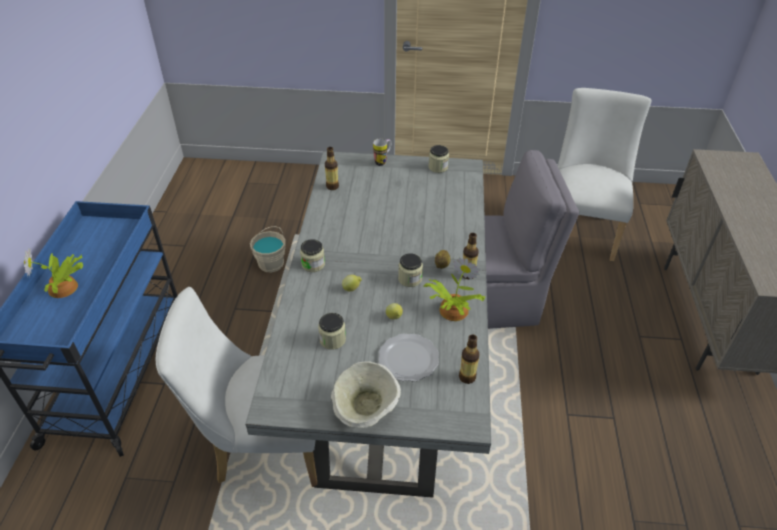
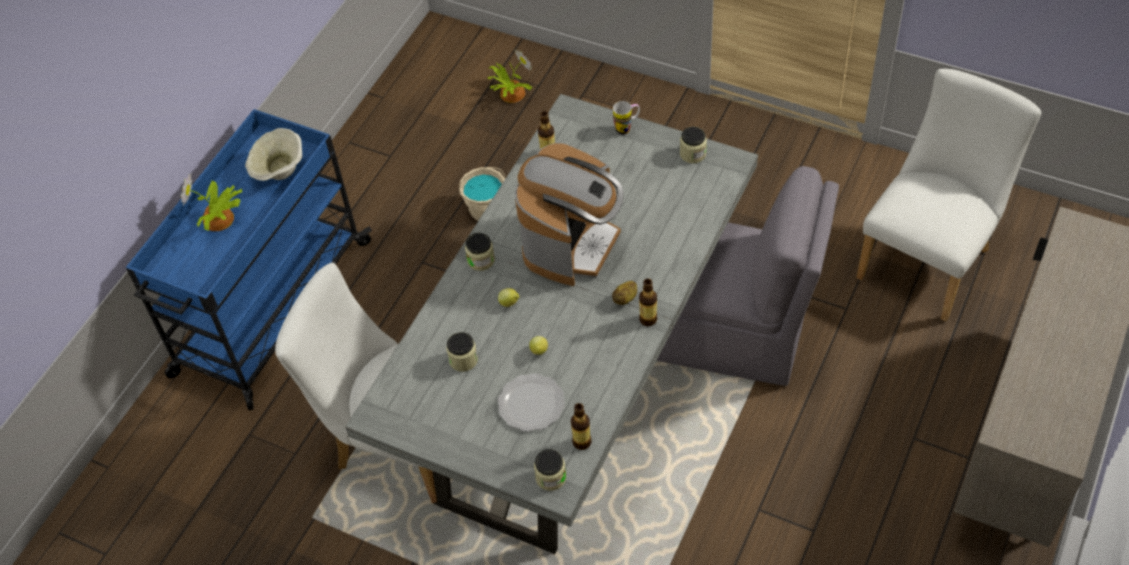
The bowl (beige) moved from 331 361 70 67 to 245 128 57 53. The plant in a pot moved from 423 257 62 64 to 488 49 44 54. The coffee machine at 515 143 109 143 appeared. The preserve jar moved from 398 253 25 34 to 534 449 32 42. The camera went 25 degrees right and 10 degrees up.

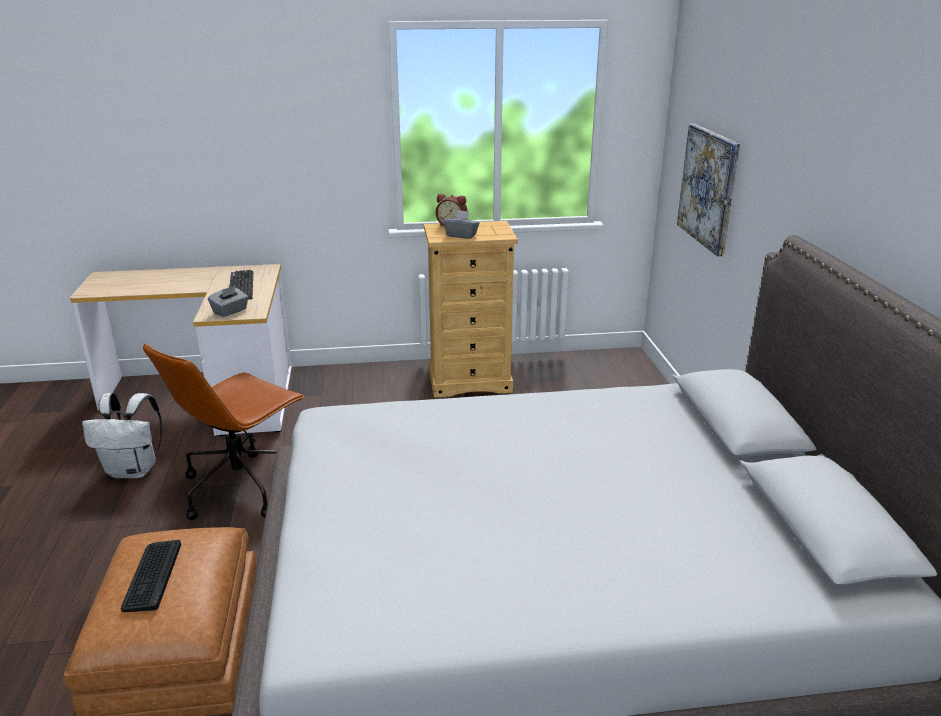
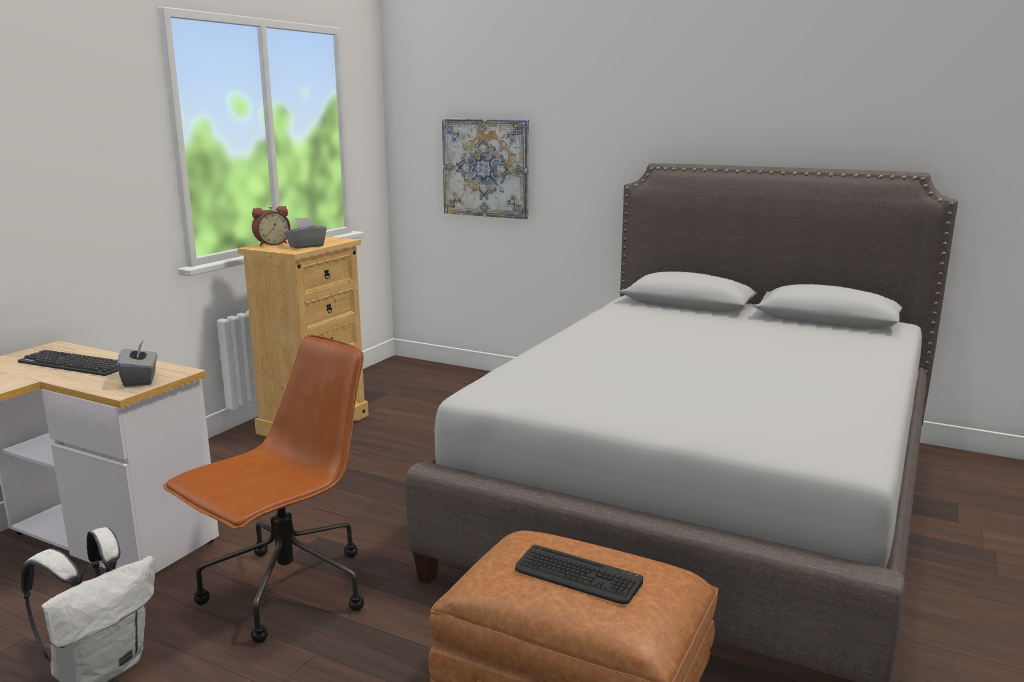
The office chair (brown) at 143 344 162 176 turned 120 degrees counterclockwise. The camera went 55 degrees left and 10 degrees down.

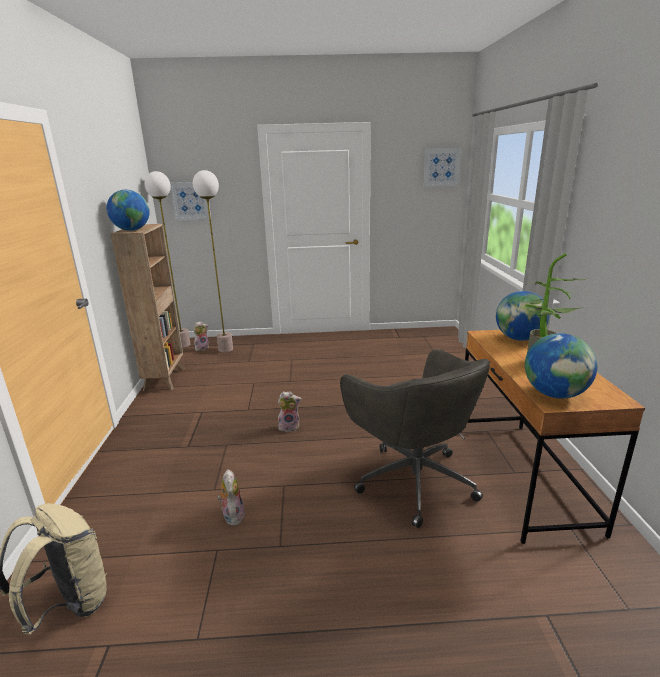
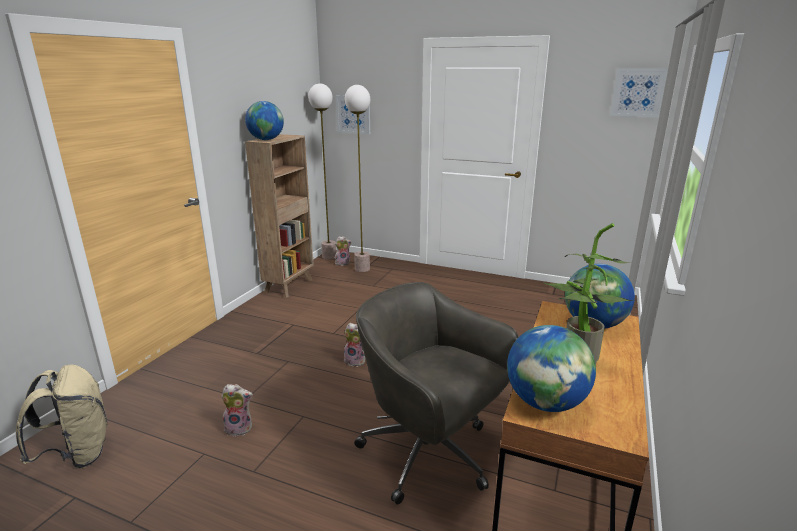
The plush toy at 217 469 28 57 turned 75 degrees clockwise. The office chair (gray) at 340 350 151 178 turned 135 degrees clockwise. The camera went 25 degrees right and 0 degrees up.

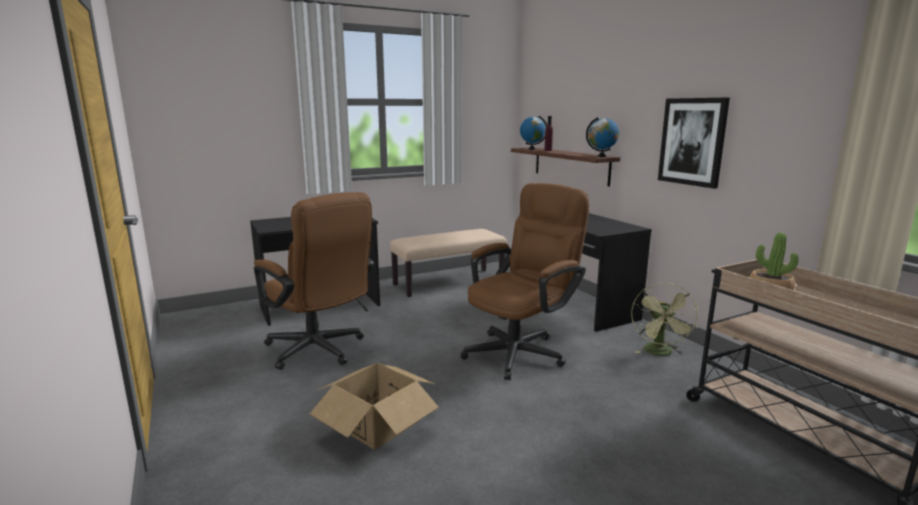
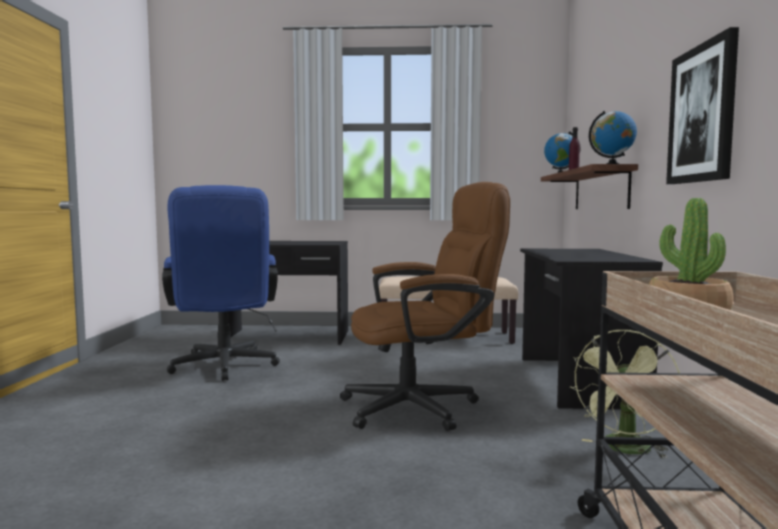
The office chair (brown) at 254 192 120 178 became the office chair (bluish) at 162 185 118 196. The packing box at 309 363 130 87 disappeared. The camera went 30 degrees right and 10 degrees down.

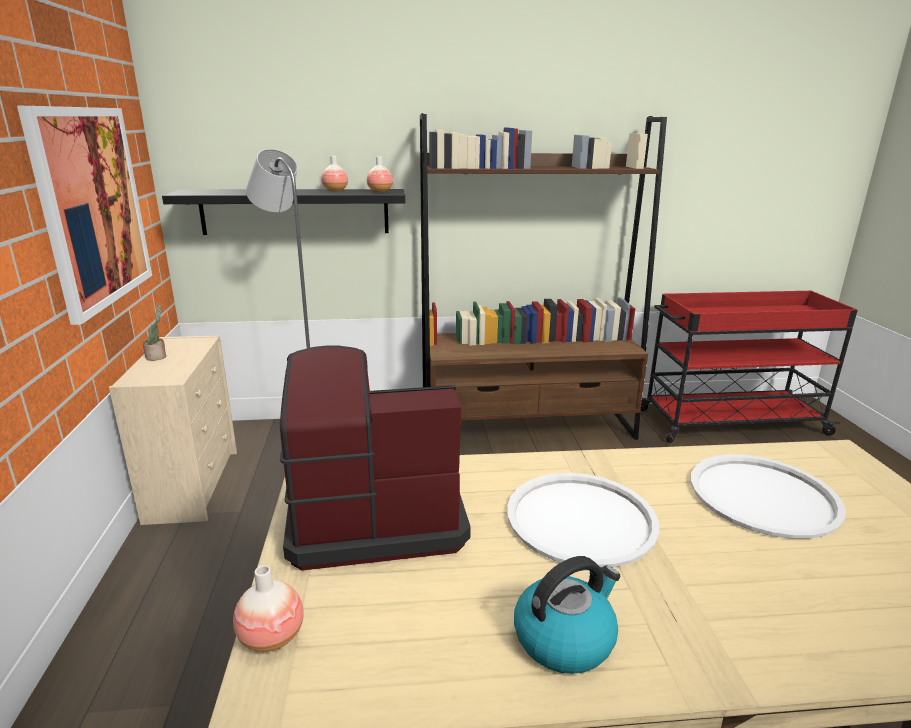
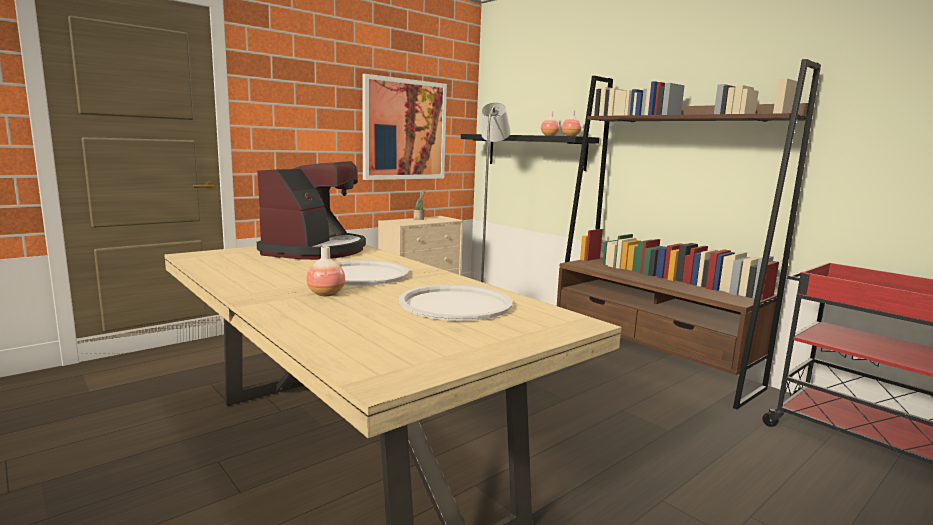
The coffee machine at 280 345 191 226 turned 60 degrees clockwise. The decorative vase moved from 233 565 71 87 to 306 246 39 50. The kettle at 514 556 106 118 disappeared. The camera went 55 degrees right and 10 degrees down.

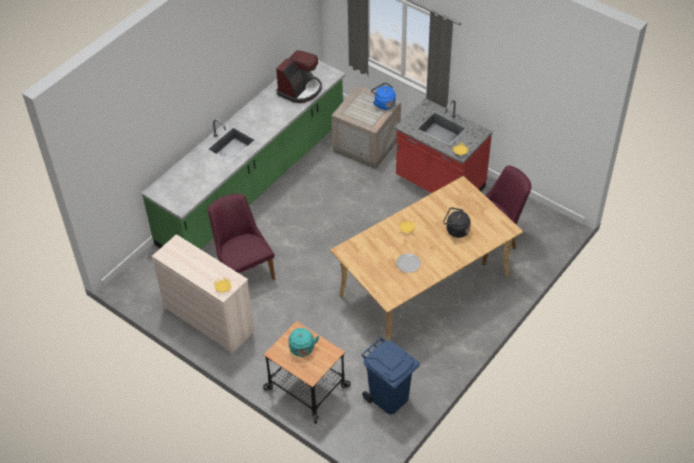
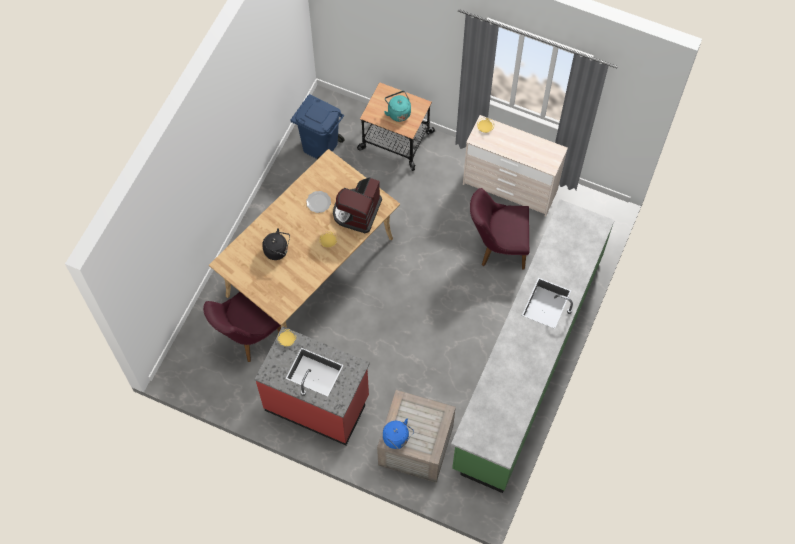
The coffee machine moved from 276 50 46 53 to 333 177 49 56. The plain chair (purple-coloured) at 208 194 67 86 turned 135 degrees clockwise. The camera went 165 degrees right and 15 degrees up.

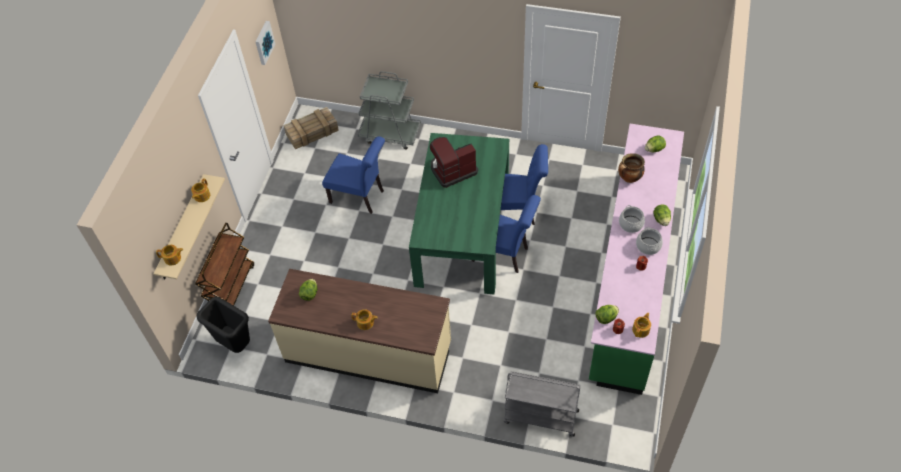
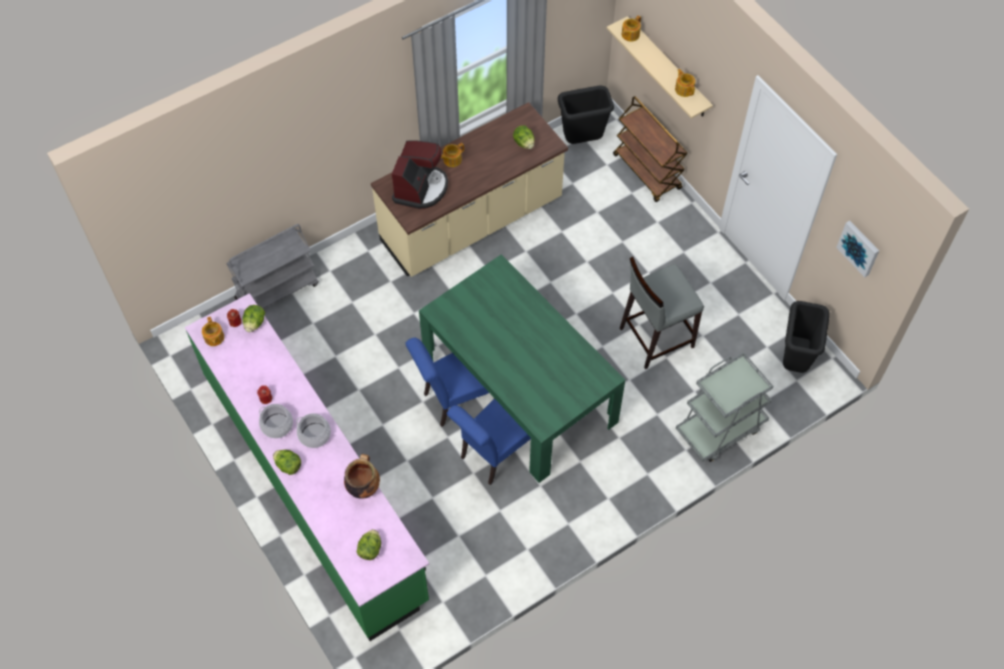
The coffee machine moved from 430 137 48 51 to 392 140 56 69. The plain chair (bluish) at 322 136 63 78 was replaced by the sitting stool (gray) at 620 257 84 112. The packing crate at 284 107 55 42 was replaced by the rubbish bin (black) at 783 301 47 72. The camera went 130 degrees right and 5 degrees up.

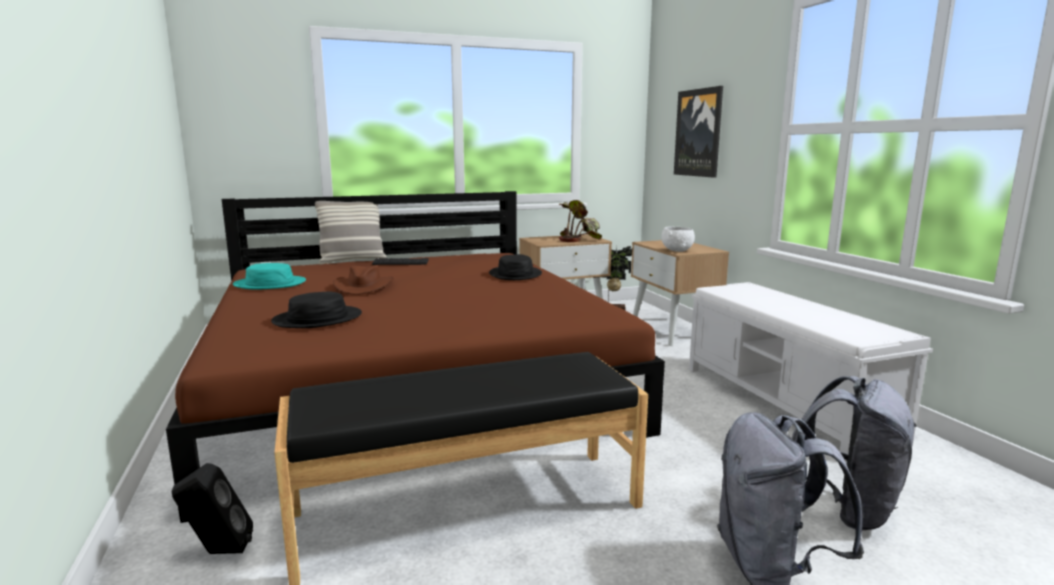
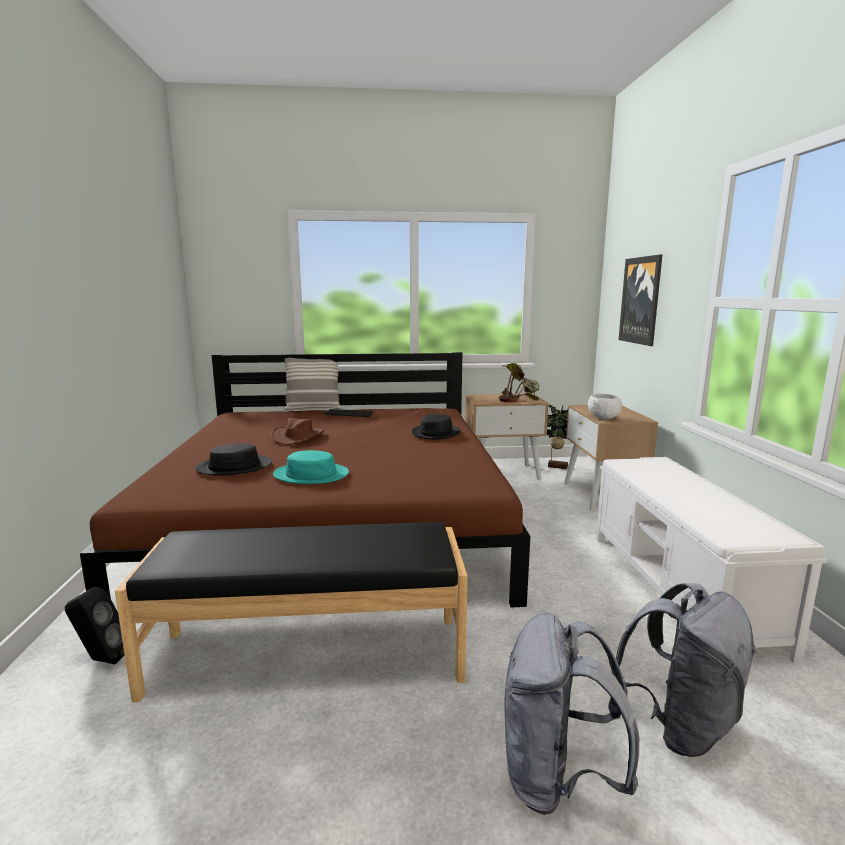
The wearable hat (turquoise) moved from 233 263 73 27 to 273 450 76 34. The camera went 15 degrees right and 0 degrees up.

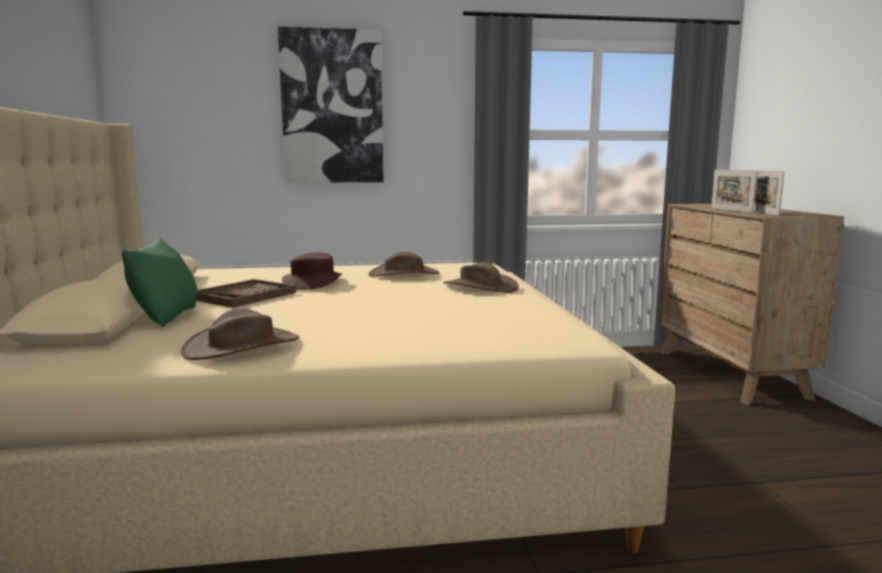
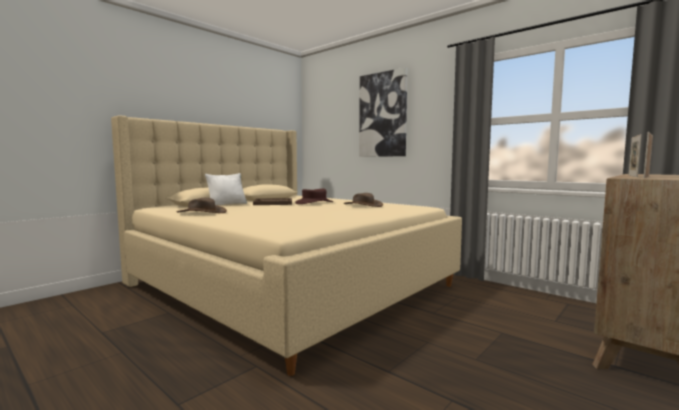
The cushion (green) at 122 237 75 90 became the cushion (whitish) at 205 173 42 32. The wearable hat (brown) at 443 262 76 31 disappeared. The camera went 50 degrees right and 5 degrees down.

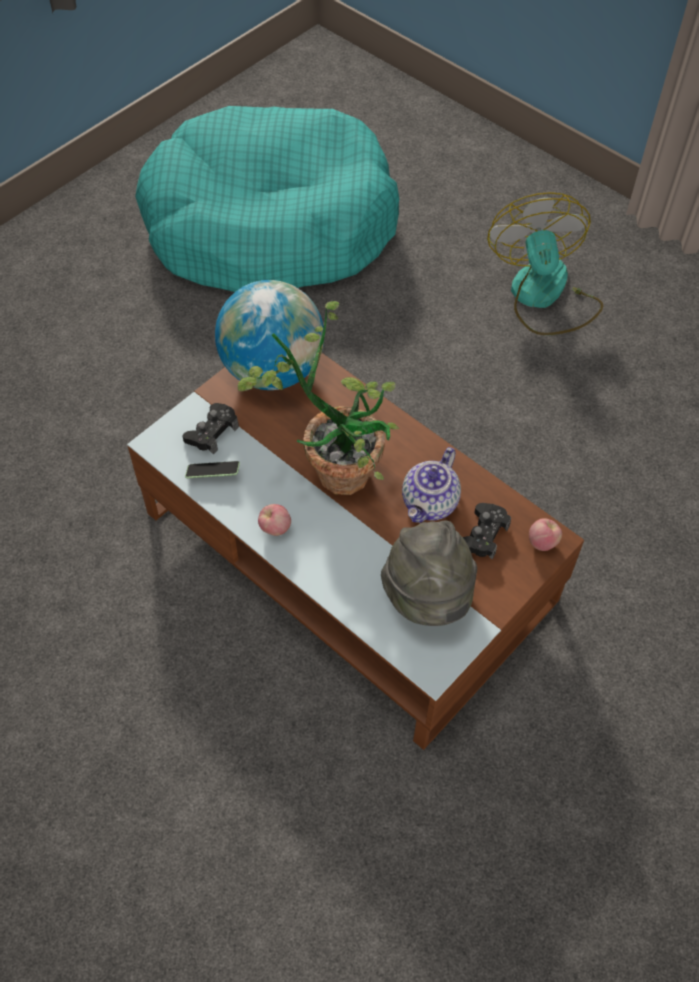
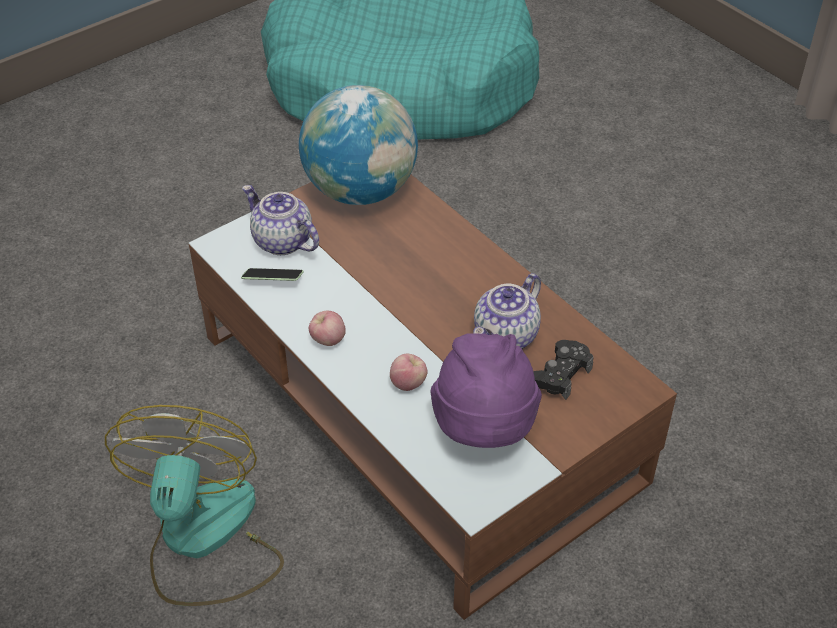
The cooling fan moved from 487 192 116 143 to 105 405 179 201. The joypad (black) at 183 403 56 52 was replaced by the pot for tea at 242 185 77 70. The whole apple moved from 529 518 33 33 to 390 354 38 37. The wearable hat (gray) at 381 520 96 106 became the wearable hat (purple-coloured) at 430 333 112 115. The plant in a pot at 238 301 161 194 disappeared. The camera went 10 degrees right and 10 degrees down.

